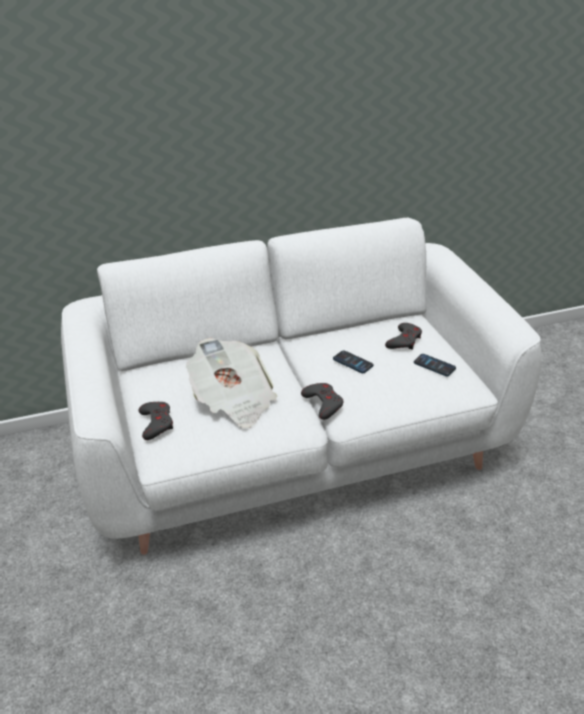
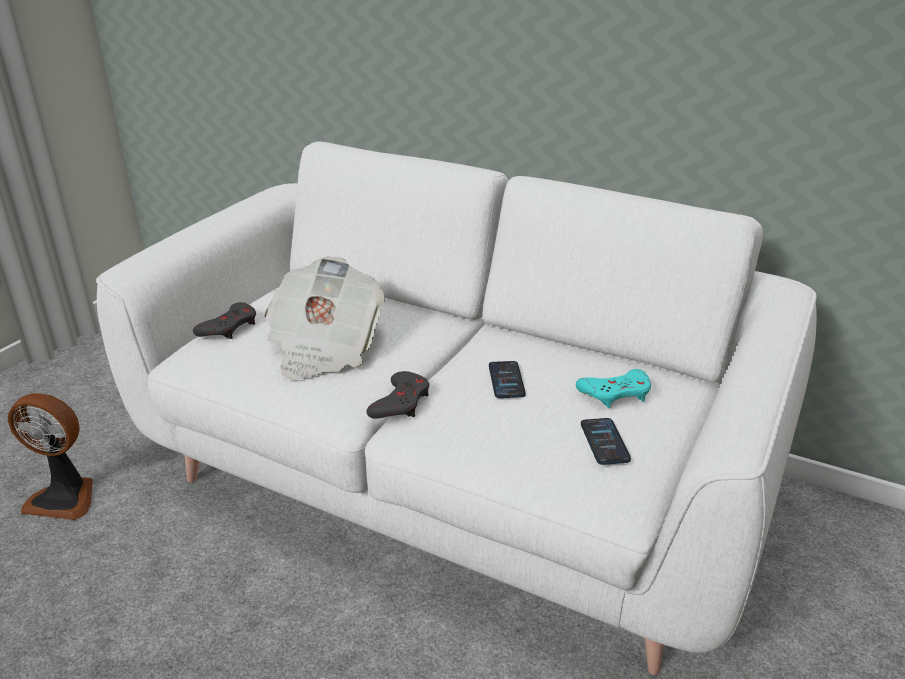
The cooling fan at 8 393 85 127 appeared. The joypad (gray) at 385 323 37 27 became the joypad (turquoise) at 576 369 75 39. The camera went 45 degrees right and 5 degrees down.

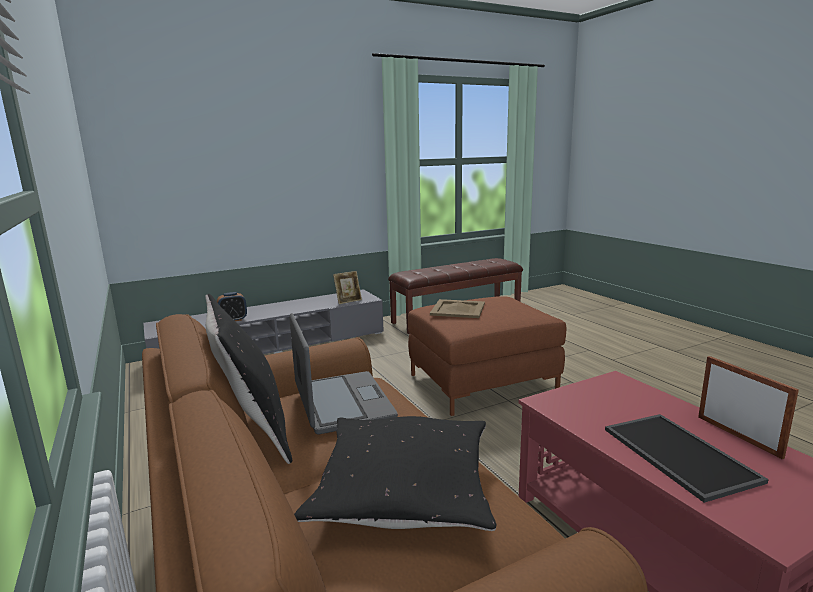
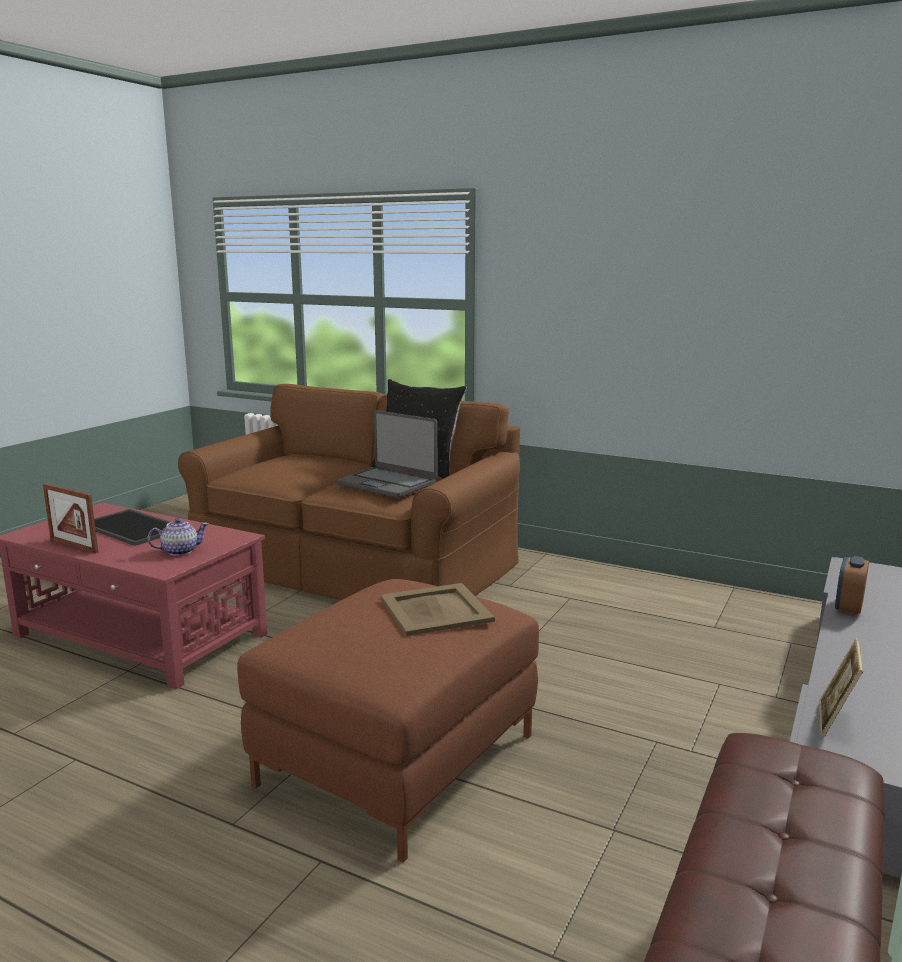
The pot for tea at 147 518 62 38 appeared. The cushion (black) at 294 416 202 115 disappeared. The camera went 145 degrees right and 0 degrees up.

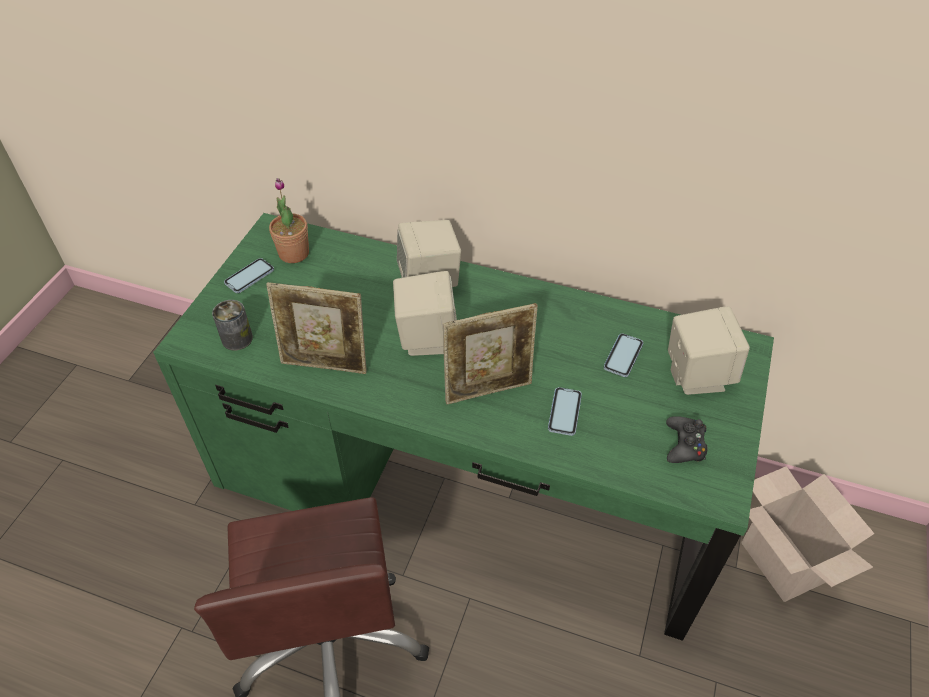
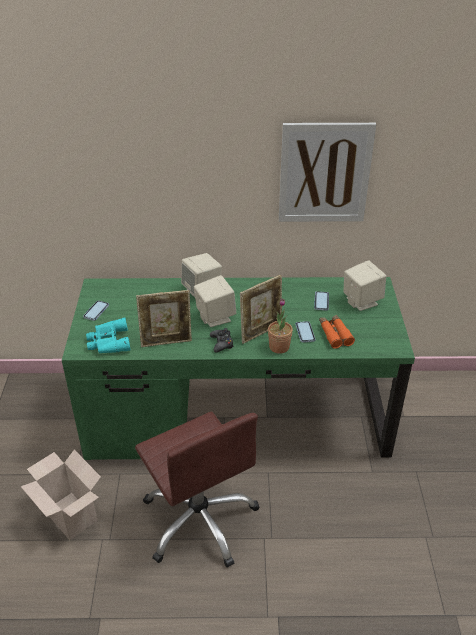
The packing box moved from 742 466 133 136 to 21 450 80 90. The sealed can at 212 300 41 50 was replaced by the field glasses (turquoise) at 86 318 44 35. The joypad (black) moved from 666 416 41 47 to 210 328 24 25. The plant in a pot moved from 269 178 40 85 to 268 299 25 55. The wall picture at 279 123 97 99 appeared. The field glasses (orangey) at 319 315 36 34 appeared. The camera went 20 degrees left and 10 degrees down.

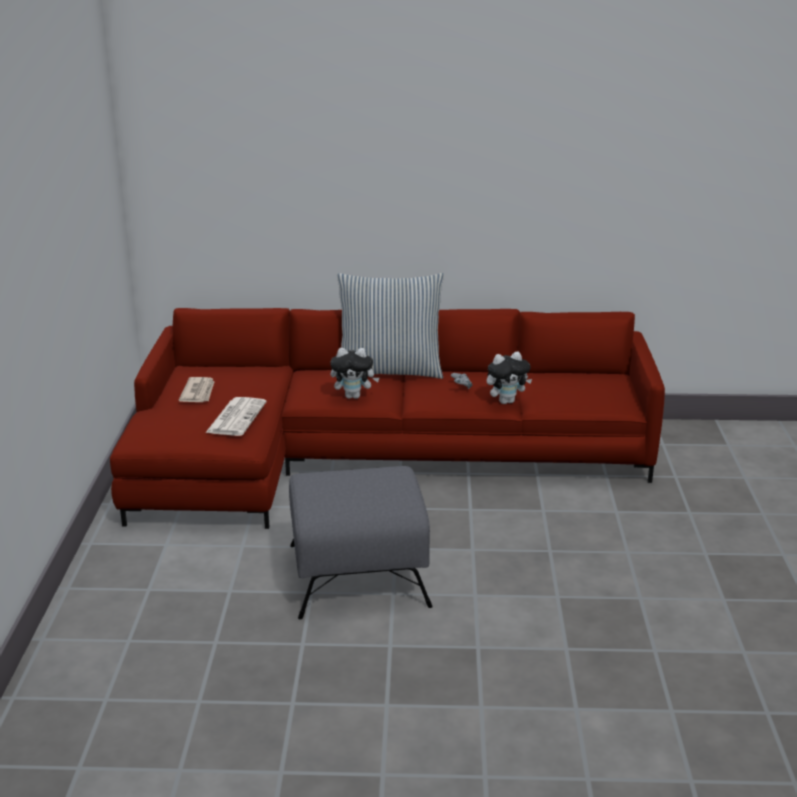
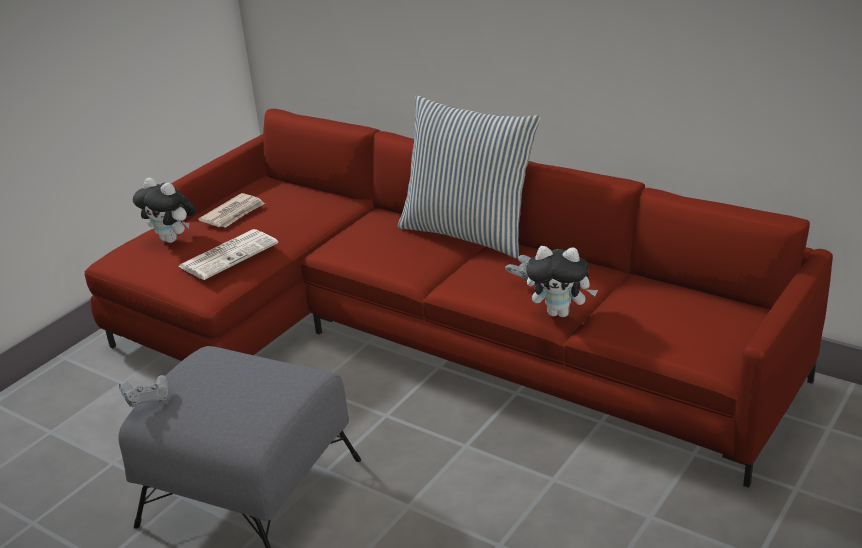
The joypad (gray) at 119 375 50 32 appeared. The plush toy moved from 330 348 49 51 to 133 178 63 65. The camera went 35 degrees right and 5 degrees up.

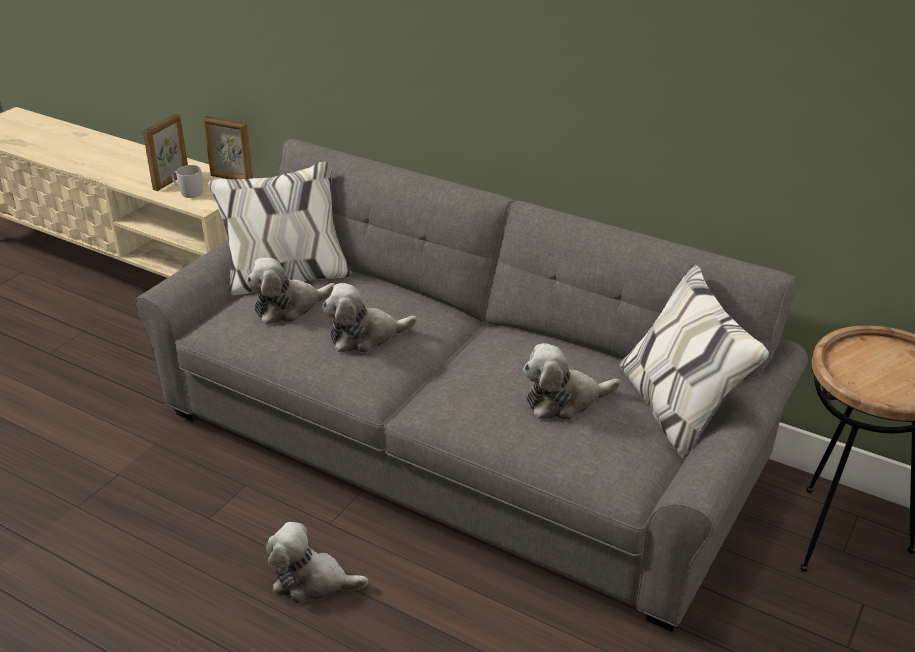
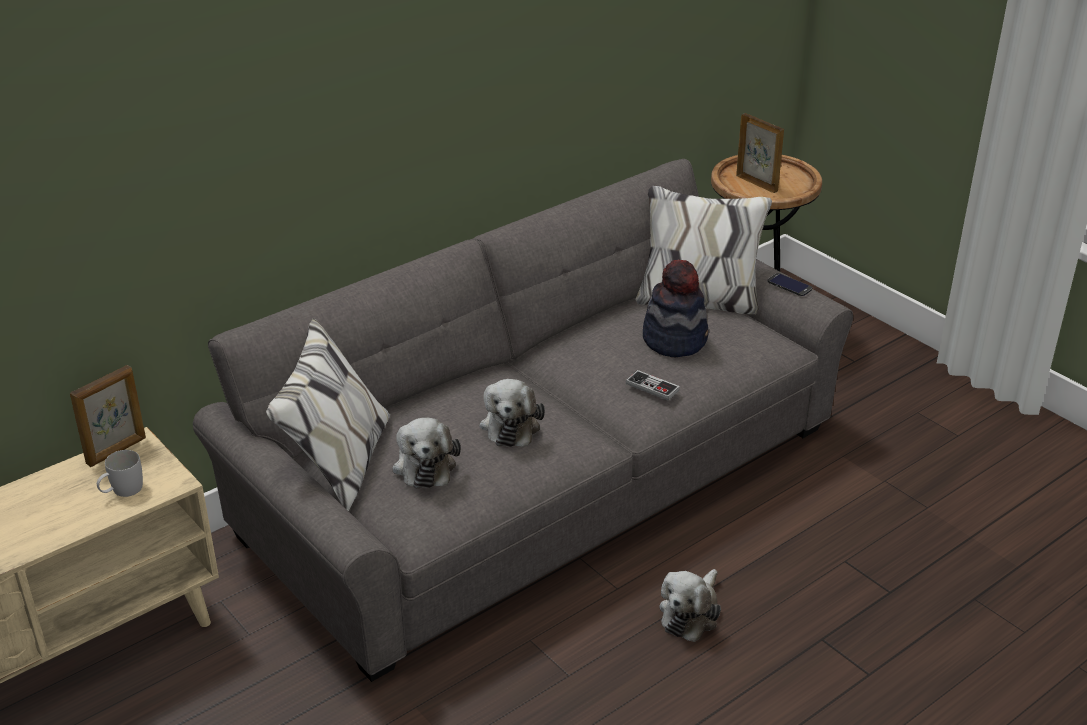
The joypad at 626 370 54 31 appeared. The plush toy at 523 343 98 77 was replaced by the wearable hat at 643 259 66 98. The picture frame moved from 143 114 45 77 to 736 113 48 80. The handset at 767 273 45 23 appeared. The camera went 70 degrees left and 0 degrees up.

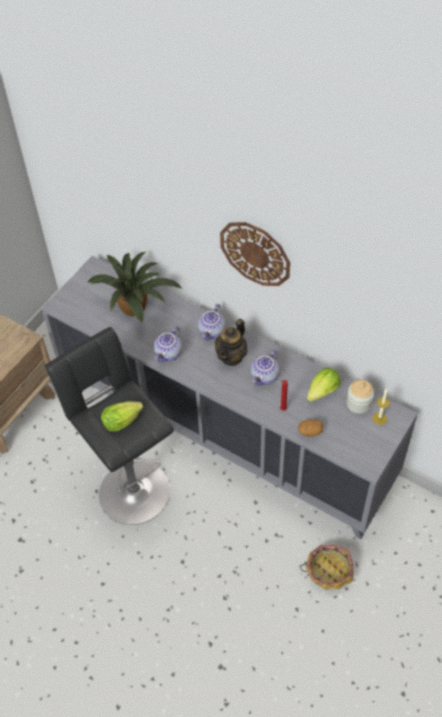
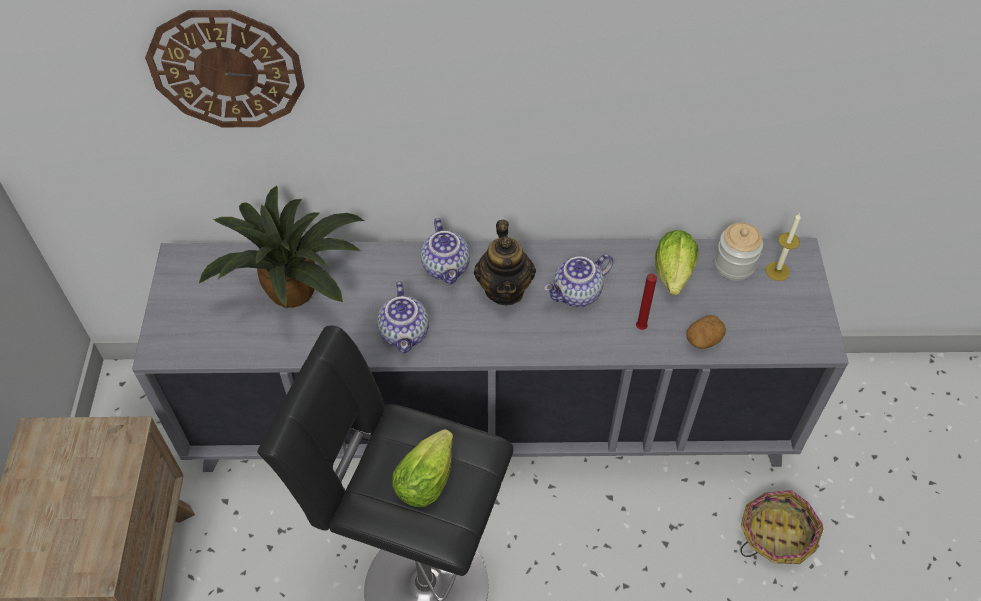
The wall clock moved from 220 222 70 64 to 145 10 160 117. The pot for tea at 251 349 28 37 turned 60 degrees clockwise. The camera went 35 degrees left and 0 degrees up.

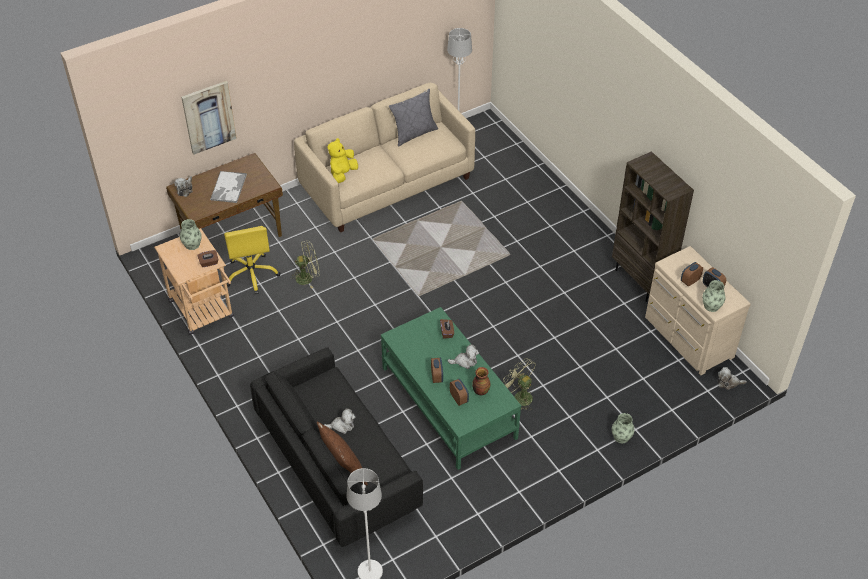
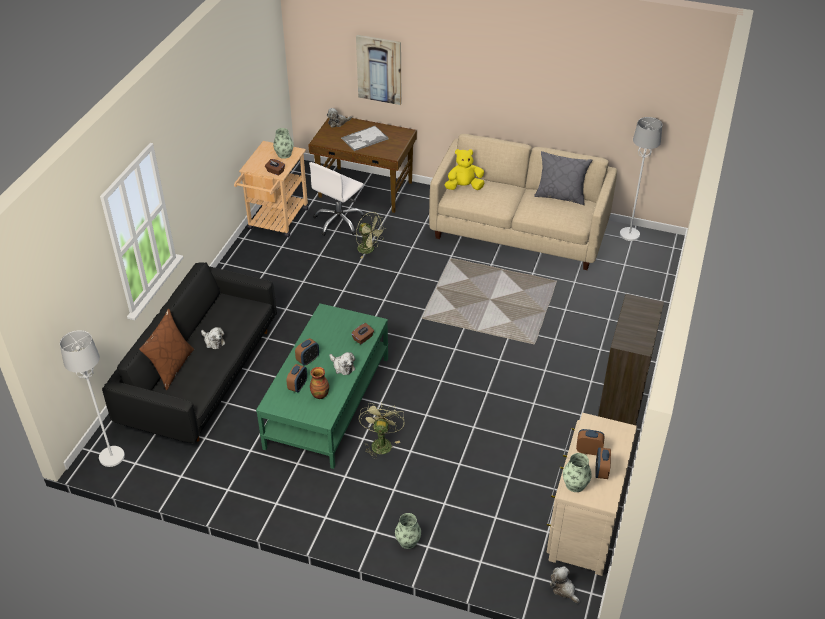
The office chair (yellowish) at 224 226 56 69 became the office chair (whitish) at 309 162 57 74. The camera went 50 degrees right and 5 degrees down.

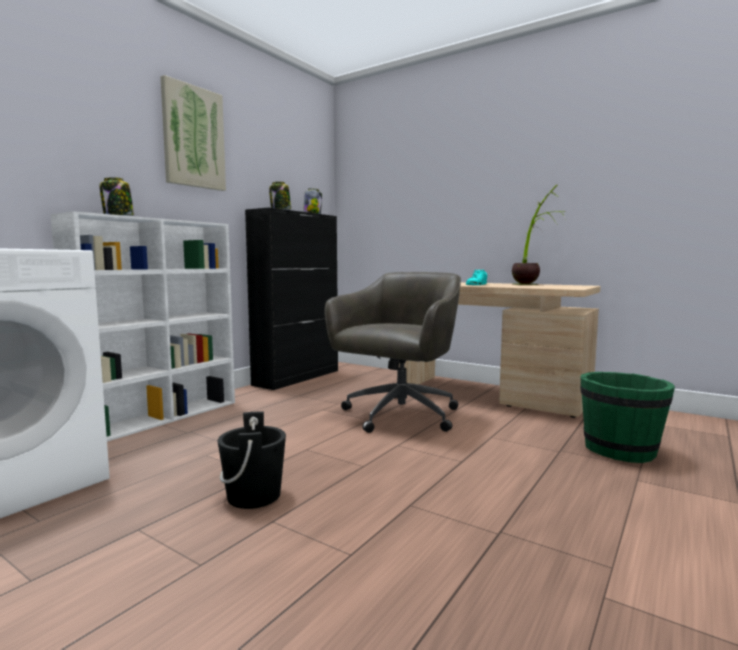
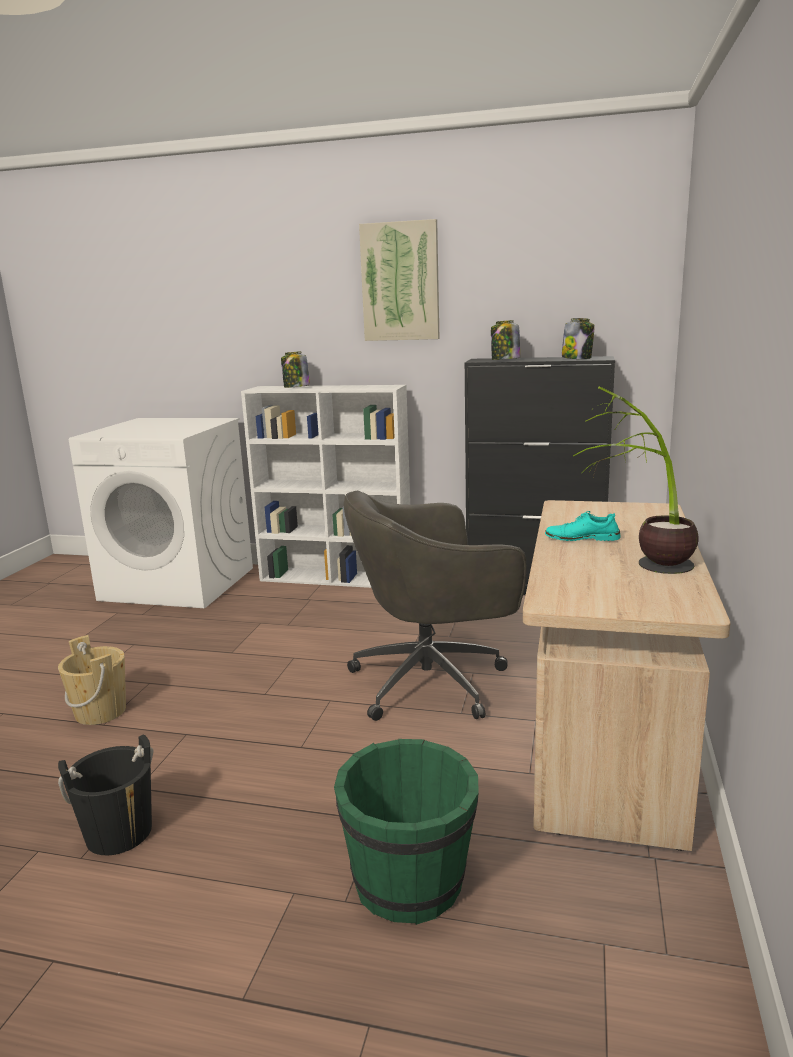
The bucket (beige) at 58 635 68 90 appeared. The bucket (black) moved from 218 412 68 97 to 58 734 95 121. The office chair (gray) at 324 272 137 161 turned 150 degrees clockwise. The camera went 70 degrees right and 10 degrees up.

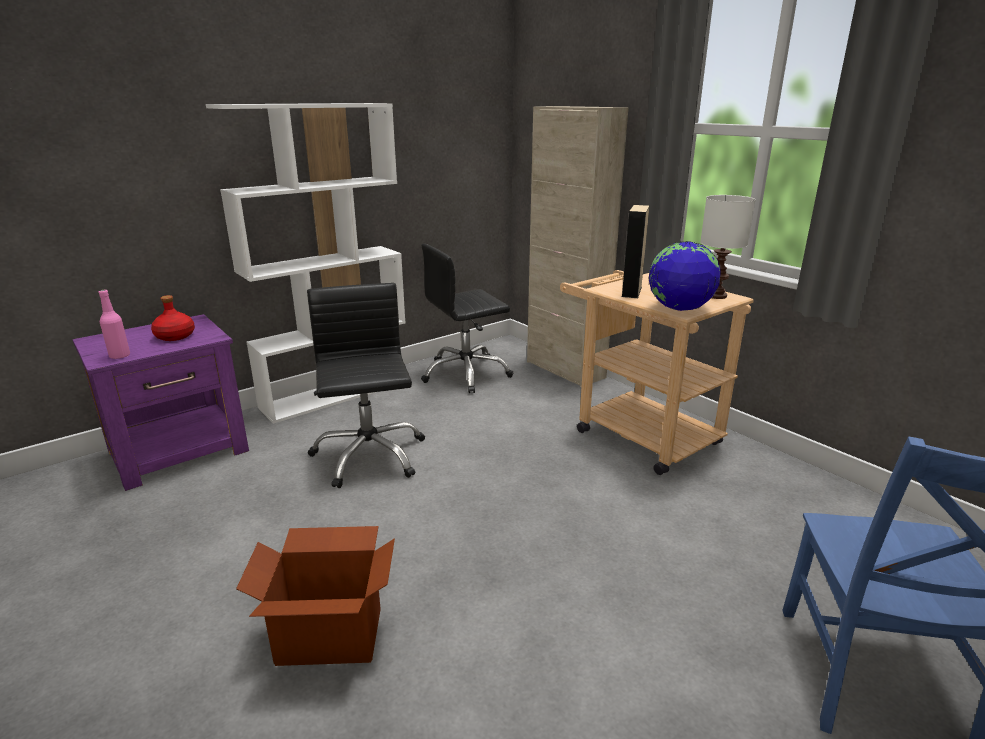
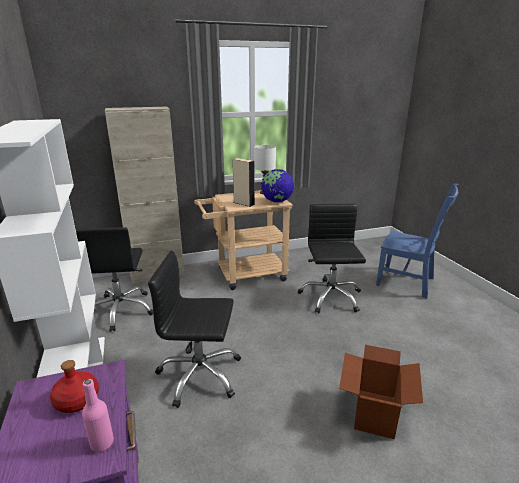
The office chair (black) at 298 204 68 109 appeared. The camera went 70 degrees left and 0 degrees up.

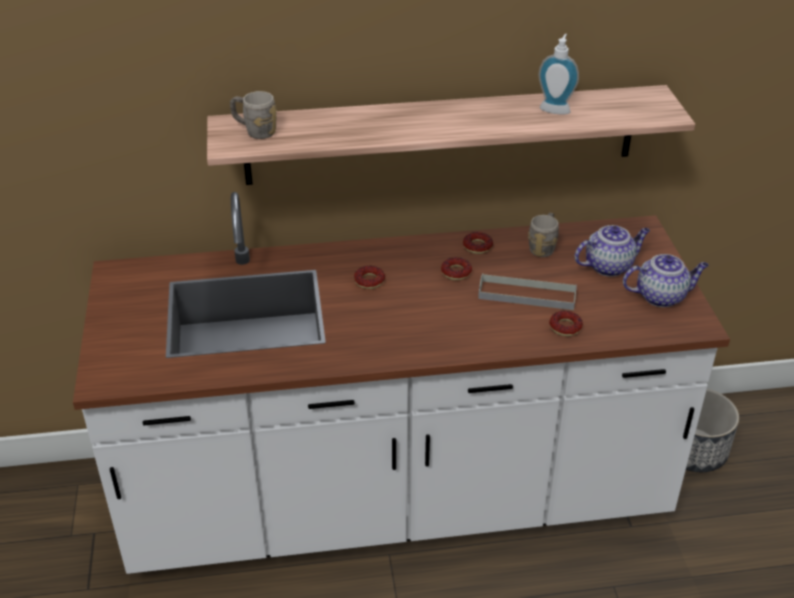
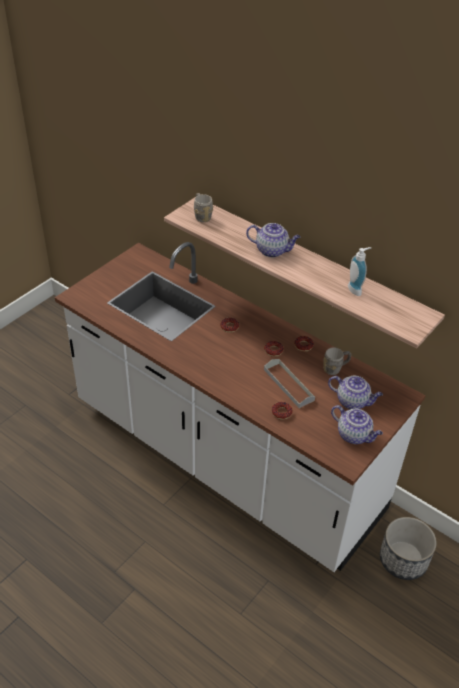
The pot for tea at 246 223 54 34 appeared. The camera went 45 degrees right and 5 degrees up.

